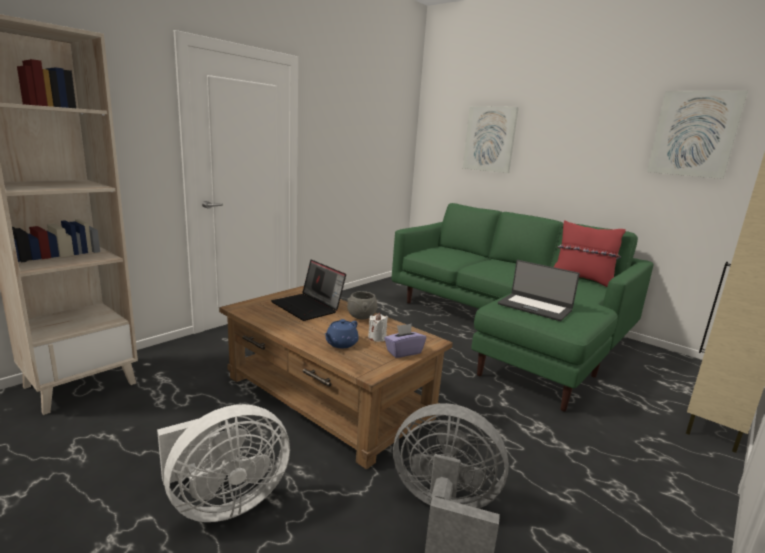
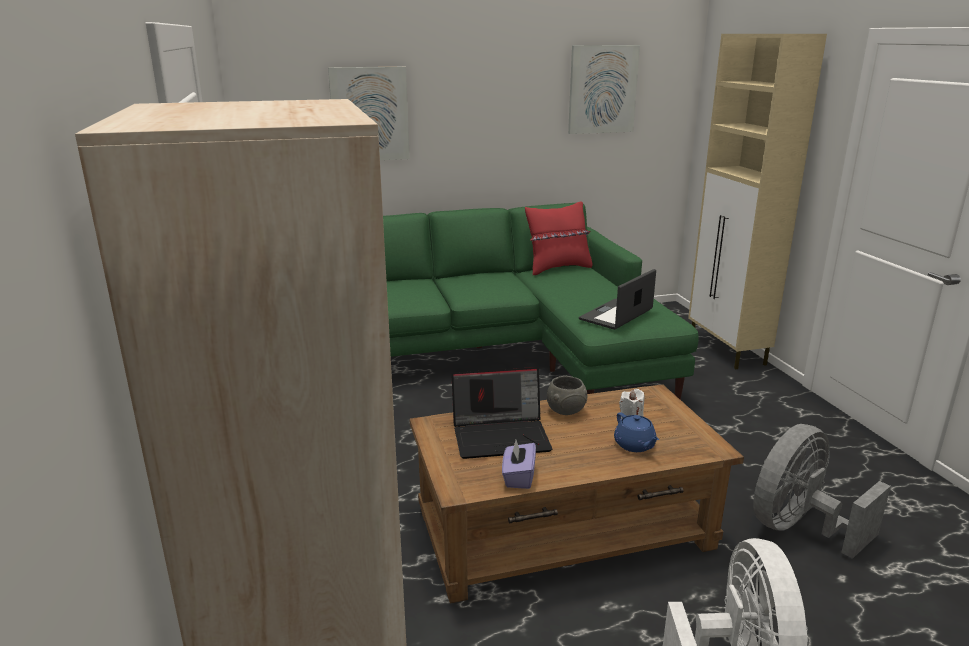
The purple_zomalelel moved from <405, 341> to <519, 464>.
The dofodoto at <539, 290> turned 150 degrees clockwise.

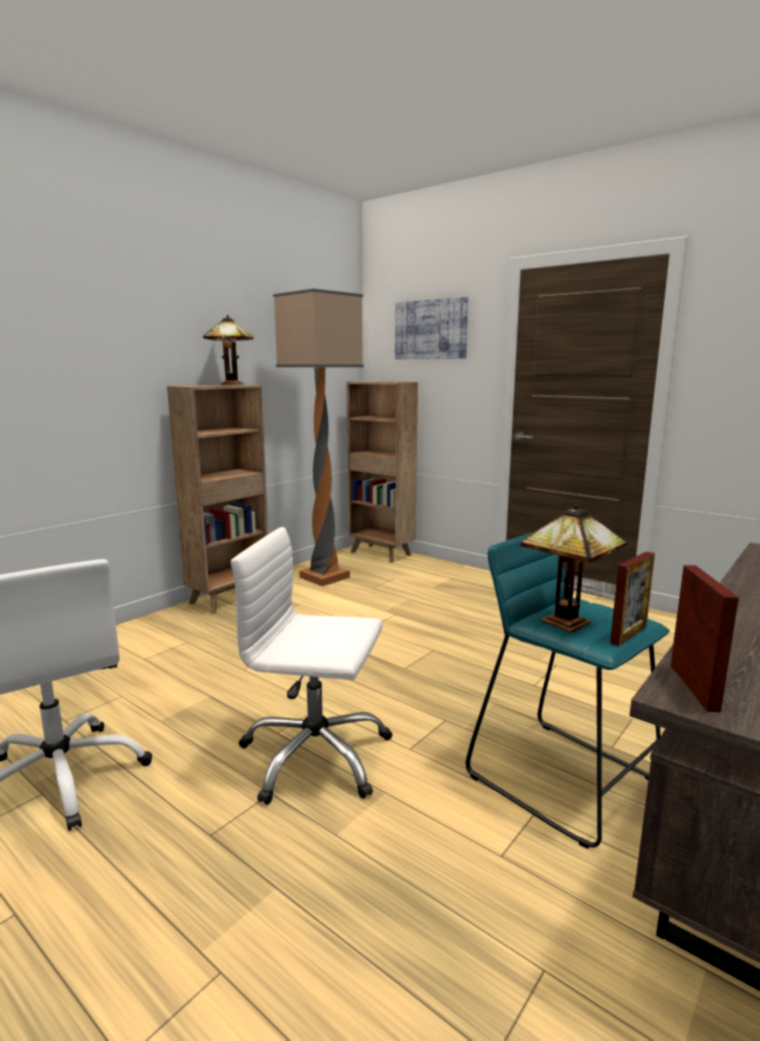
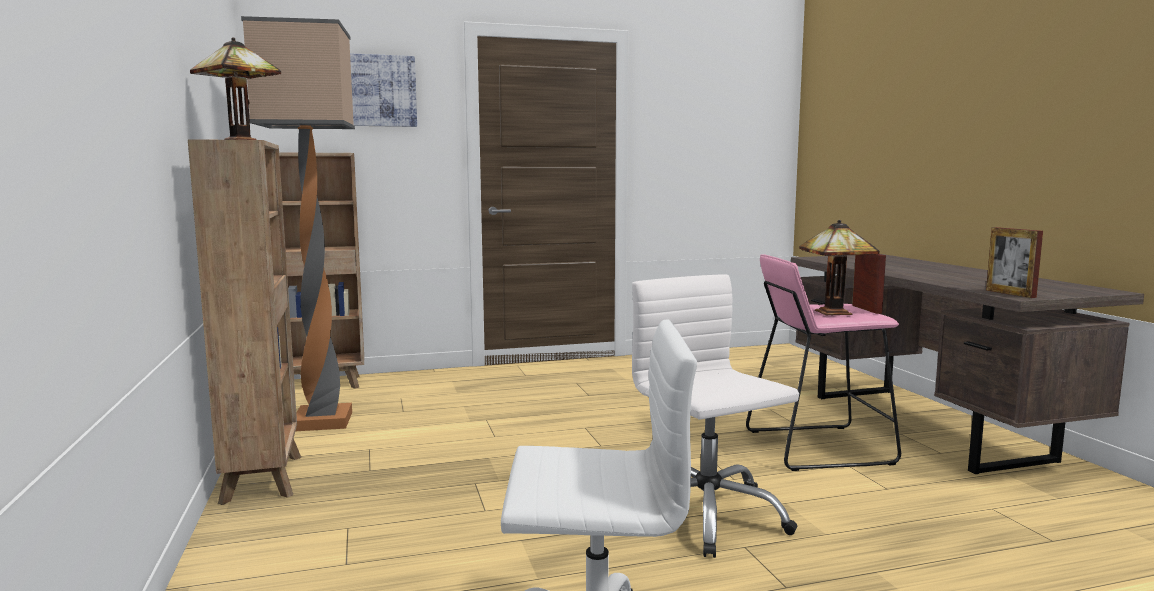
The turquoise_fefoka at <568, 690> became the pink_fefoka at <823, 362>.
The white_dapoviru at <312, 666> turned 105 degrees clockwise.
The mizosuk at <704, 638> turned 150 degrees counterclockwise.

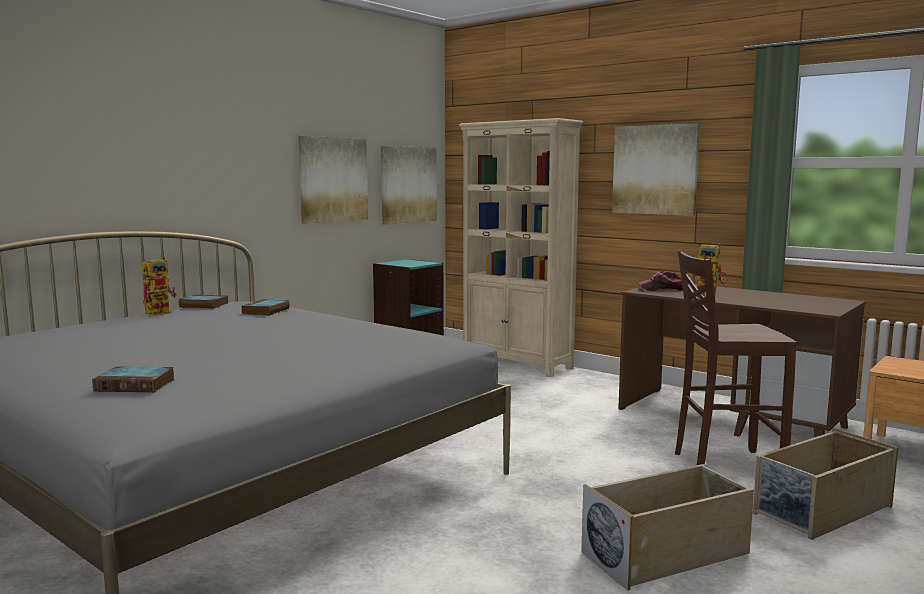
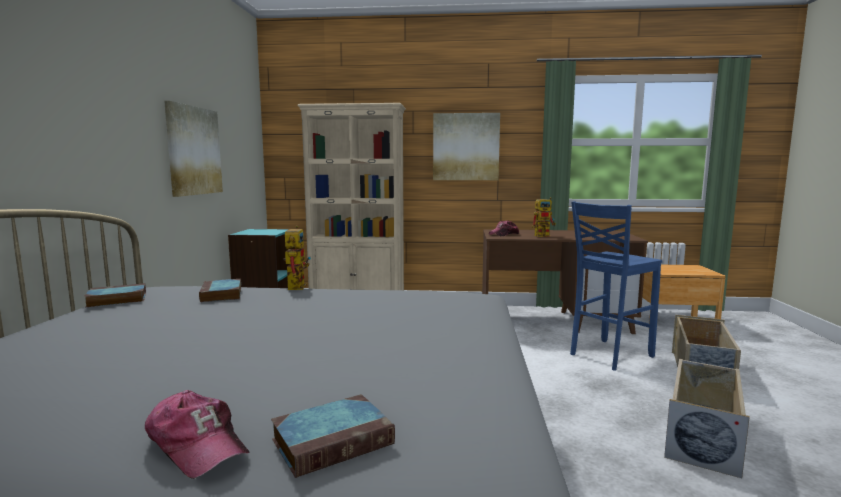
The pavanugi at <409, 185> disappeared.
The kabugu at <197, 434> appeared.
The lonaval moved from <159, 286> to <297, 257>.
The brown_fefoka at <736, 357> became the blue_fefoka at <616, 286>.

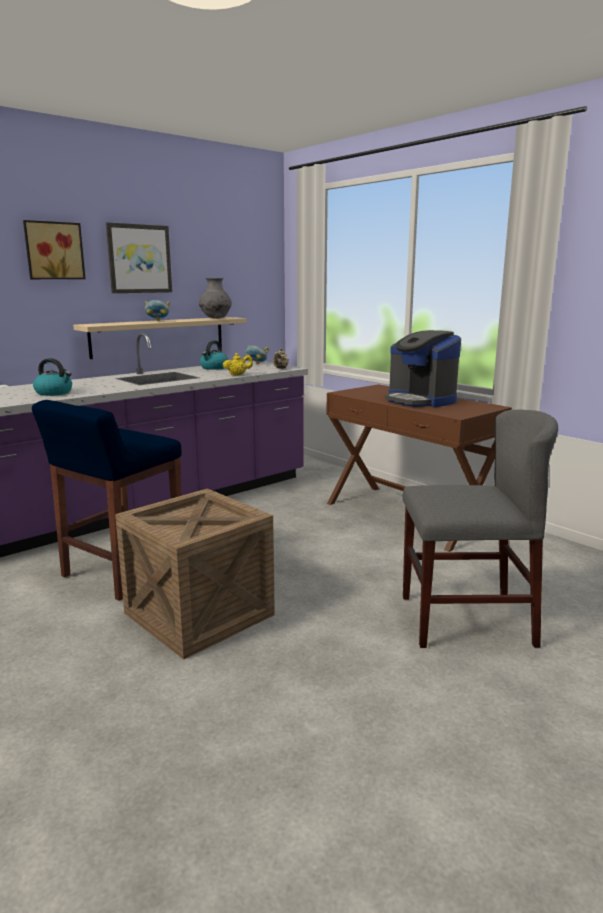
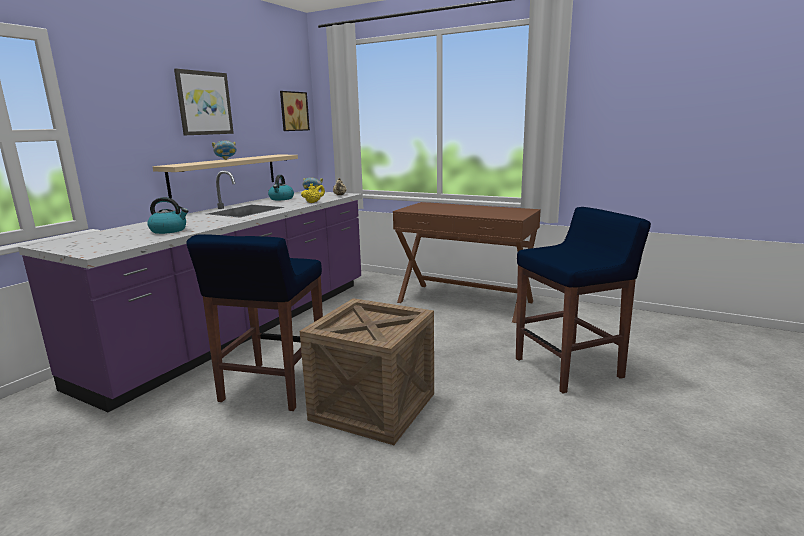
The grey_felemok at <215, 298> disappeared.
The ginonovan at <423, 368> disappeared.
The pavanugi moved from <54, 249> to <295, 111>.
The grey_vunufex at <480, 529> was replaced by the blue_fefoka at <583, 300>.

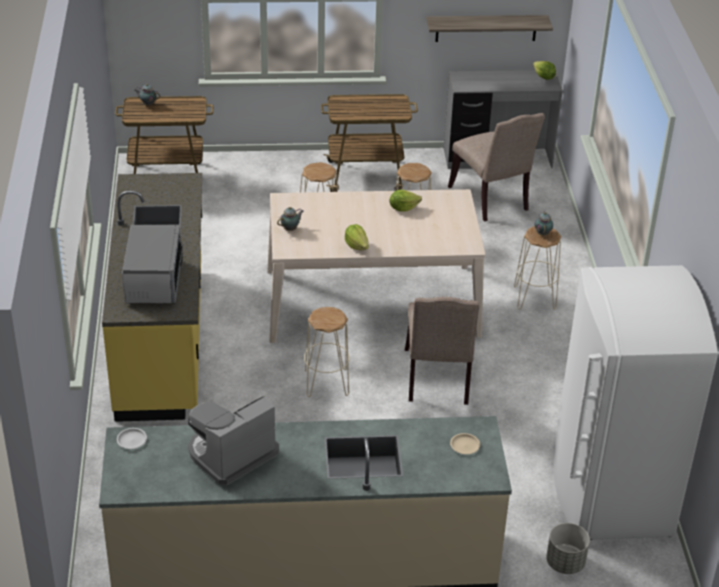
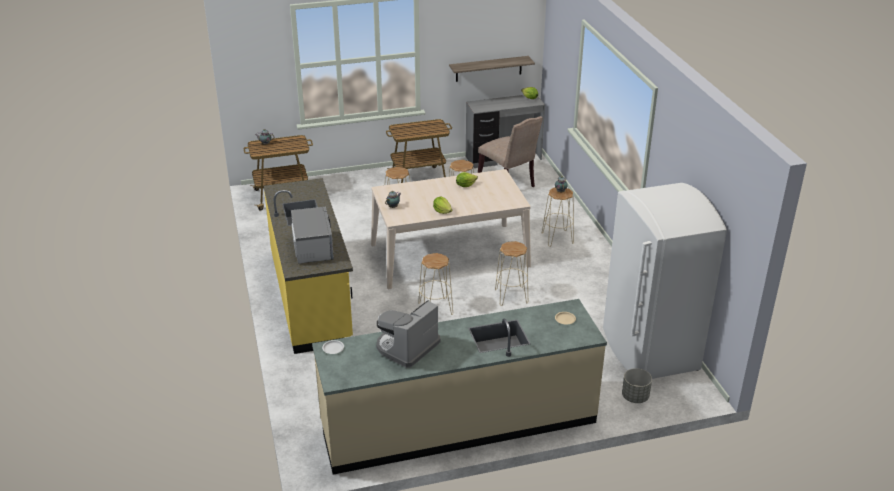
The beige_vunufex at <442, 351> was replaced by the beige_fefoka at <511, 273>.

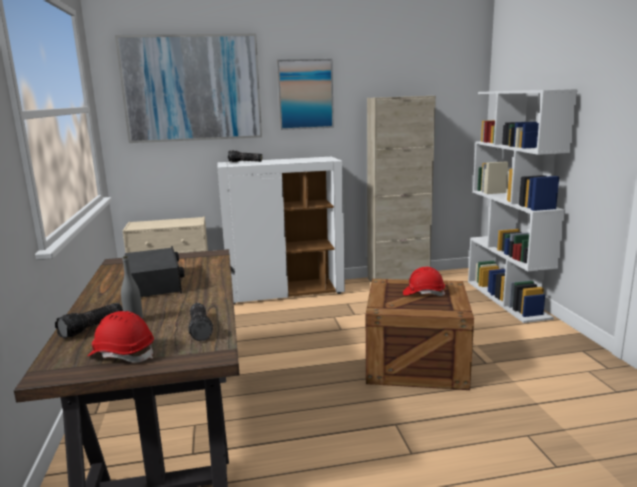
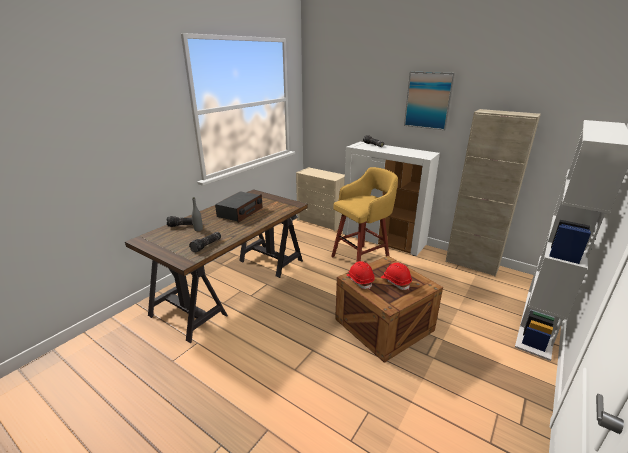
The pavanugi at <188, 88> disappeared.
The yellow_fefoka at <364, 214> appeared.
The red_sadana moved from <120, 337> to <361, 275>.

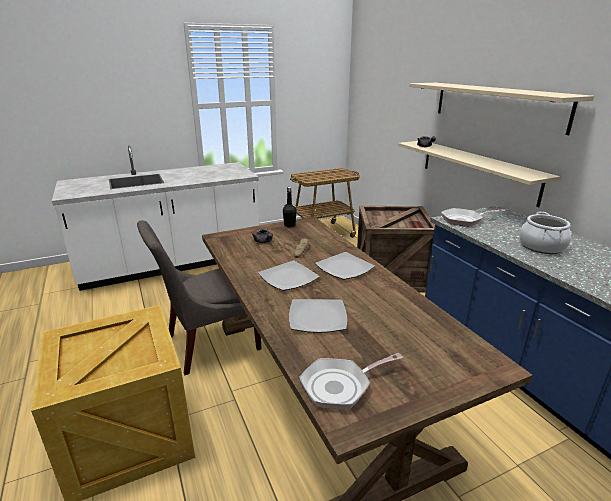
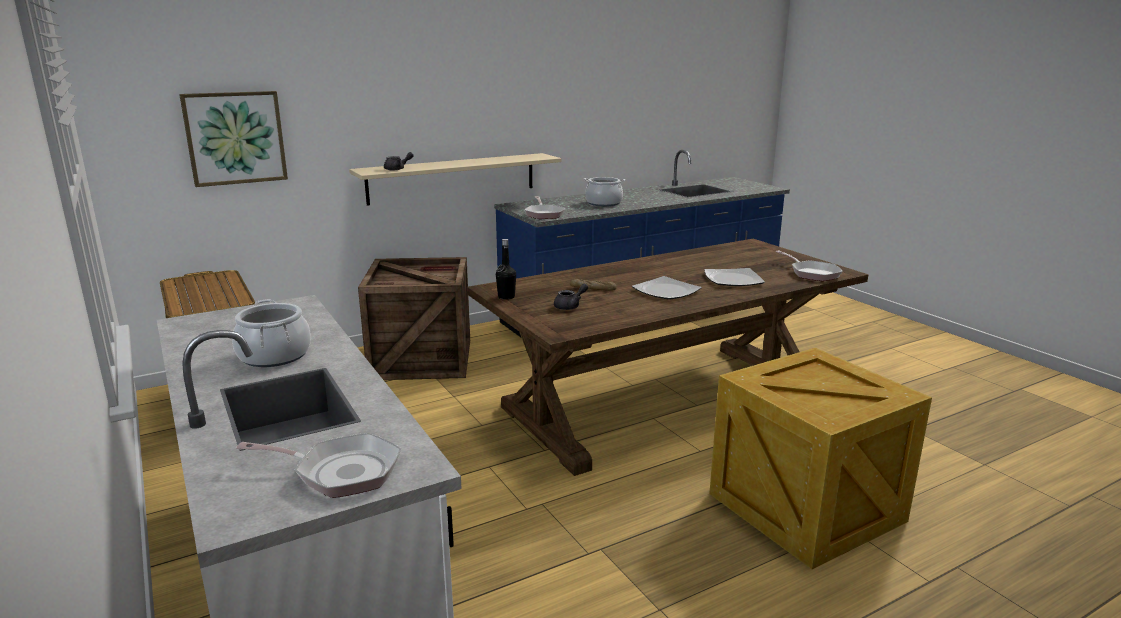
The grey_vunufex at <199, 297> disappeared.
The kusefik at <345, 266> disappeared.
The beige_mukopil at <501, 109> disappeared.
The pavanugi at <233, 139> appeared.
The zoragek at <271, 333> appeared.
The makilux at <318, 465> appeared.

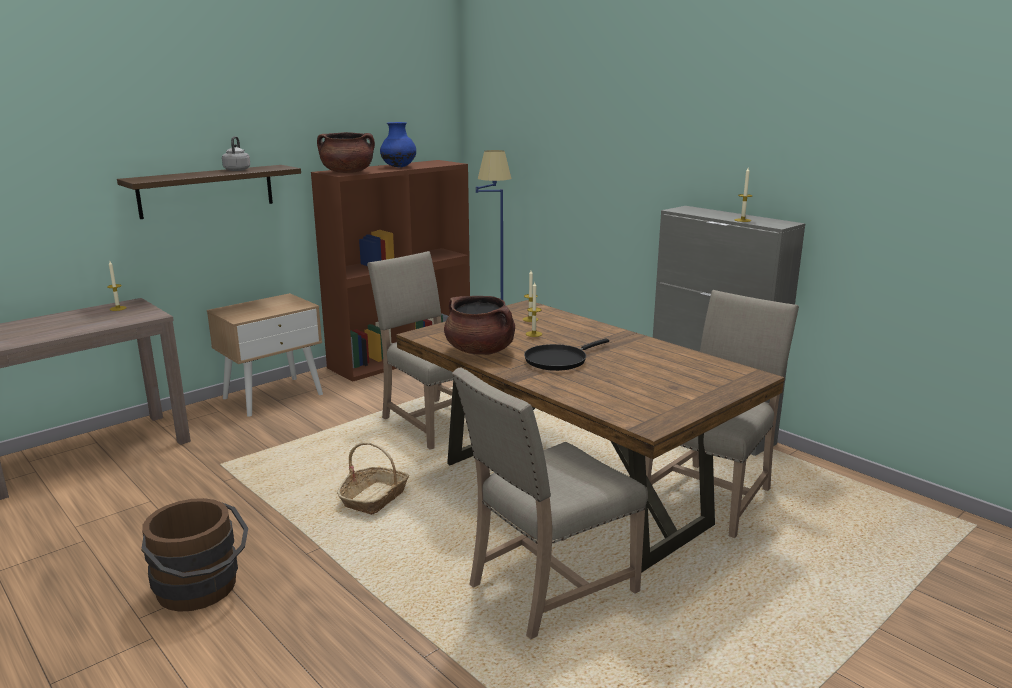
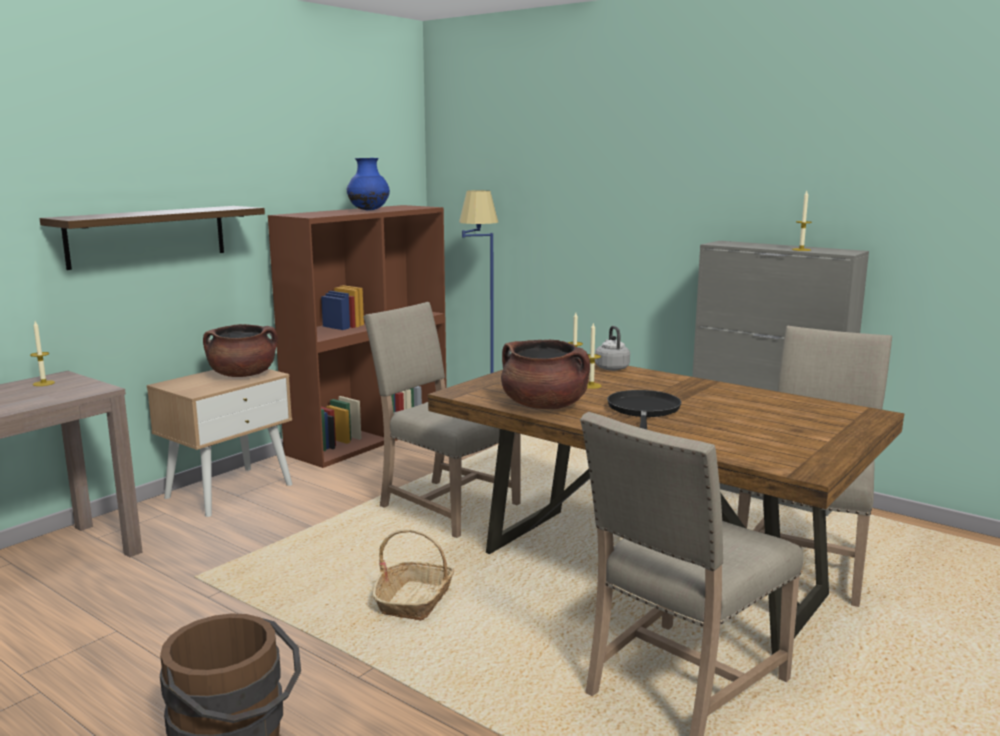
The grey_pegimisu moved from <236, 153> to <612, 348>.
The brown_zoragek moved from <346, 152> to <240, 350>.
The black_makilux at <566, 355> turned 150 degrees clockwise.

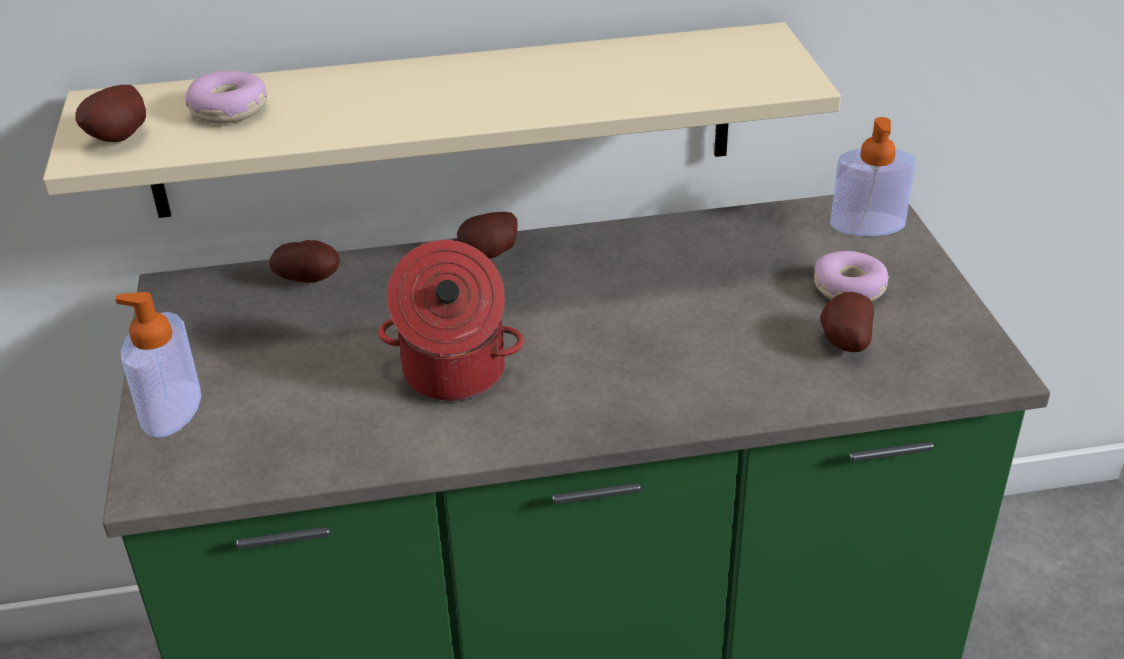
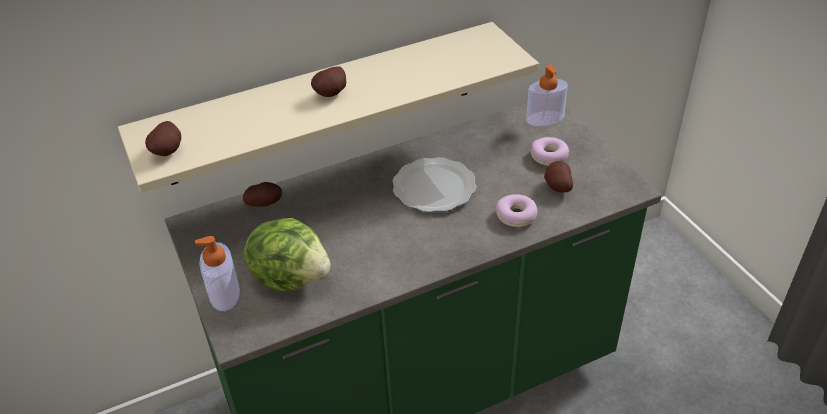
The zoragek at <451, 320> disappeared.
The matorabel at <287, 255> appeared.
The kusefik at <434, 184> appeared.
The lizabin moved from <226, 97> to <516, 210>.
The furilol moved from <487, 235> to <328, 82>.

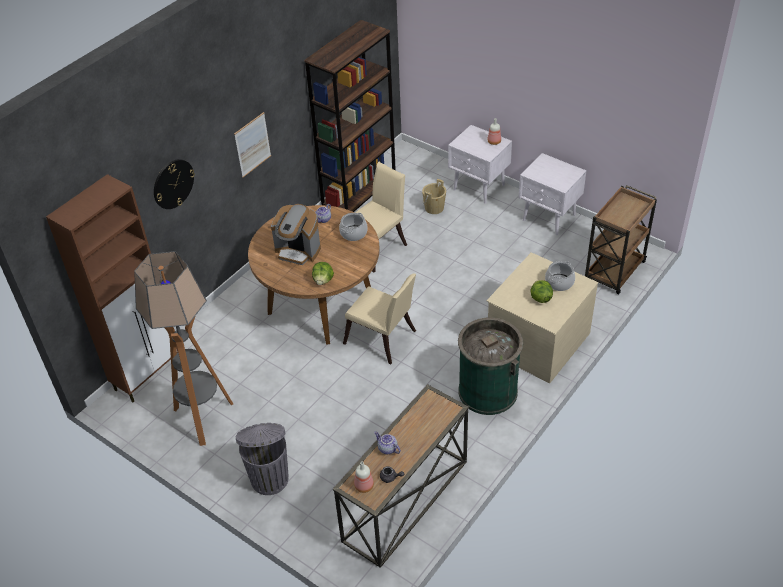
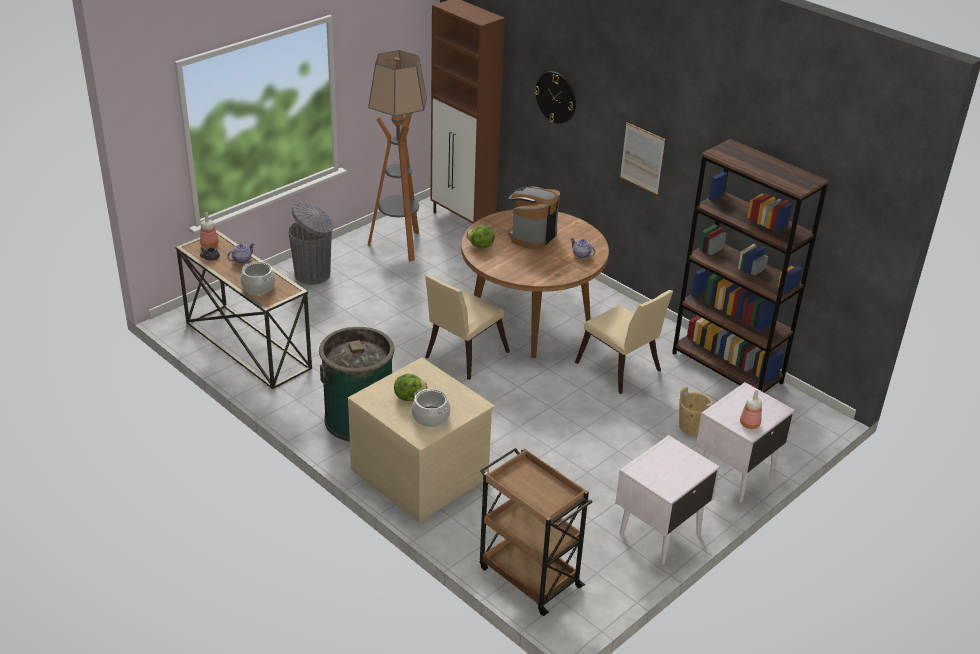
The zoragek moved from <353, 227> to <257, 278>.

